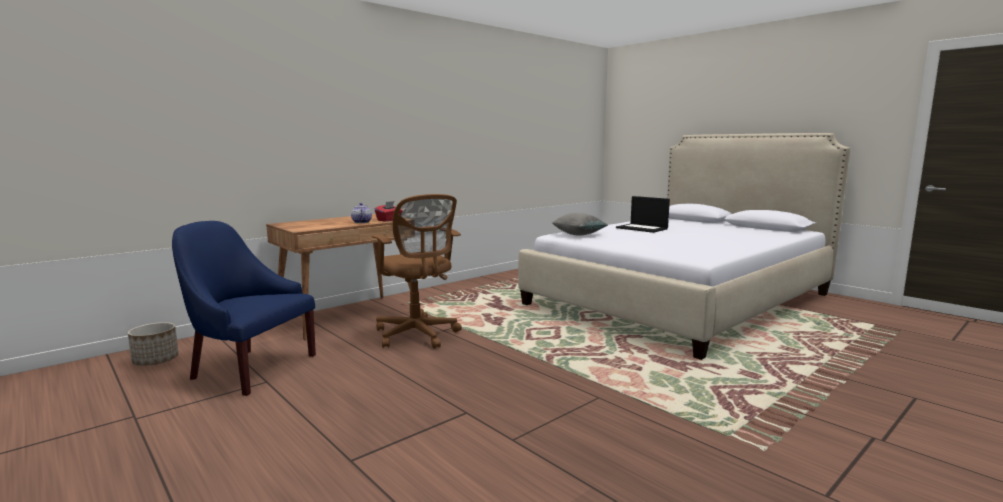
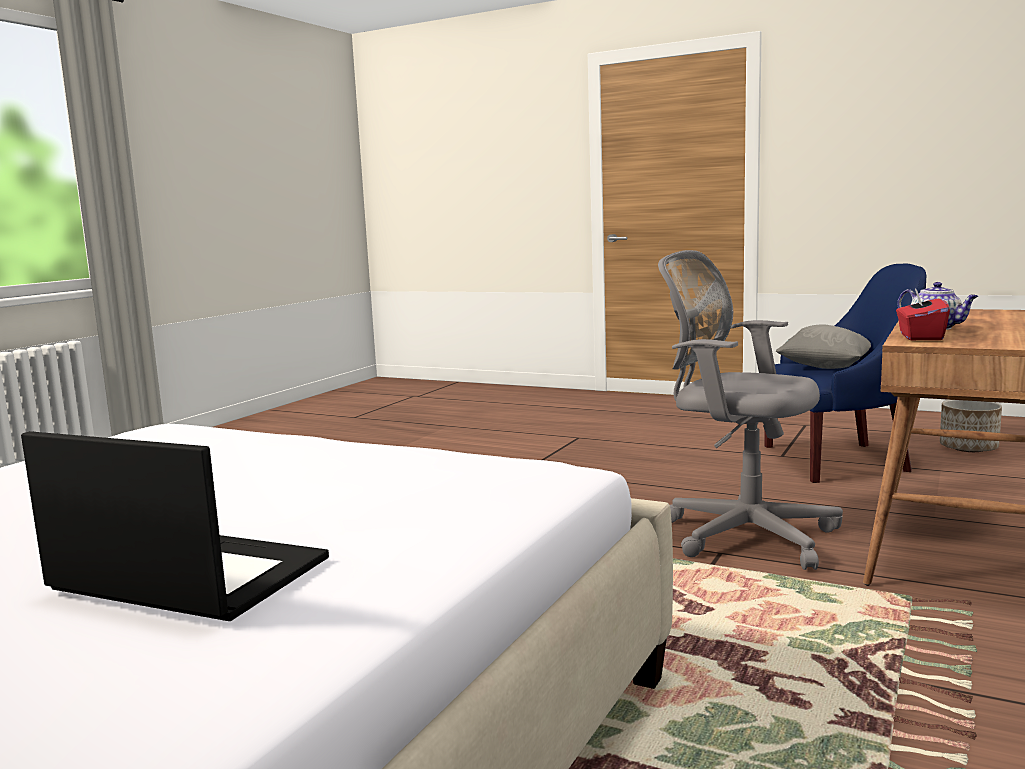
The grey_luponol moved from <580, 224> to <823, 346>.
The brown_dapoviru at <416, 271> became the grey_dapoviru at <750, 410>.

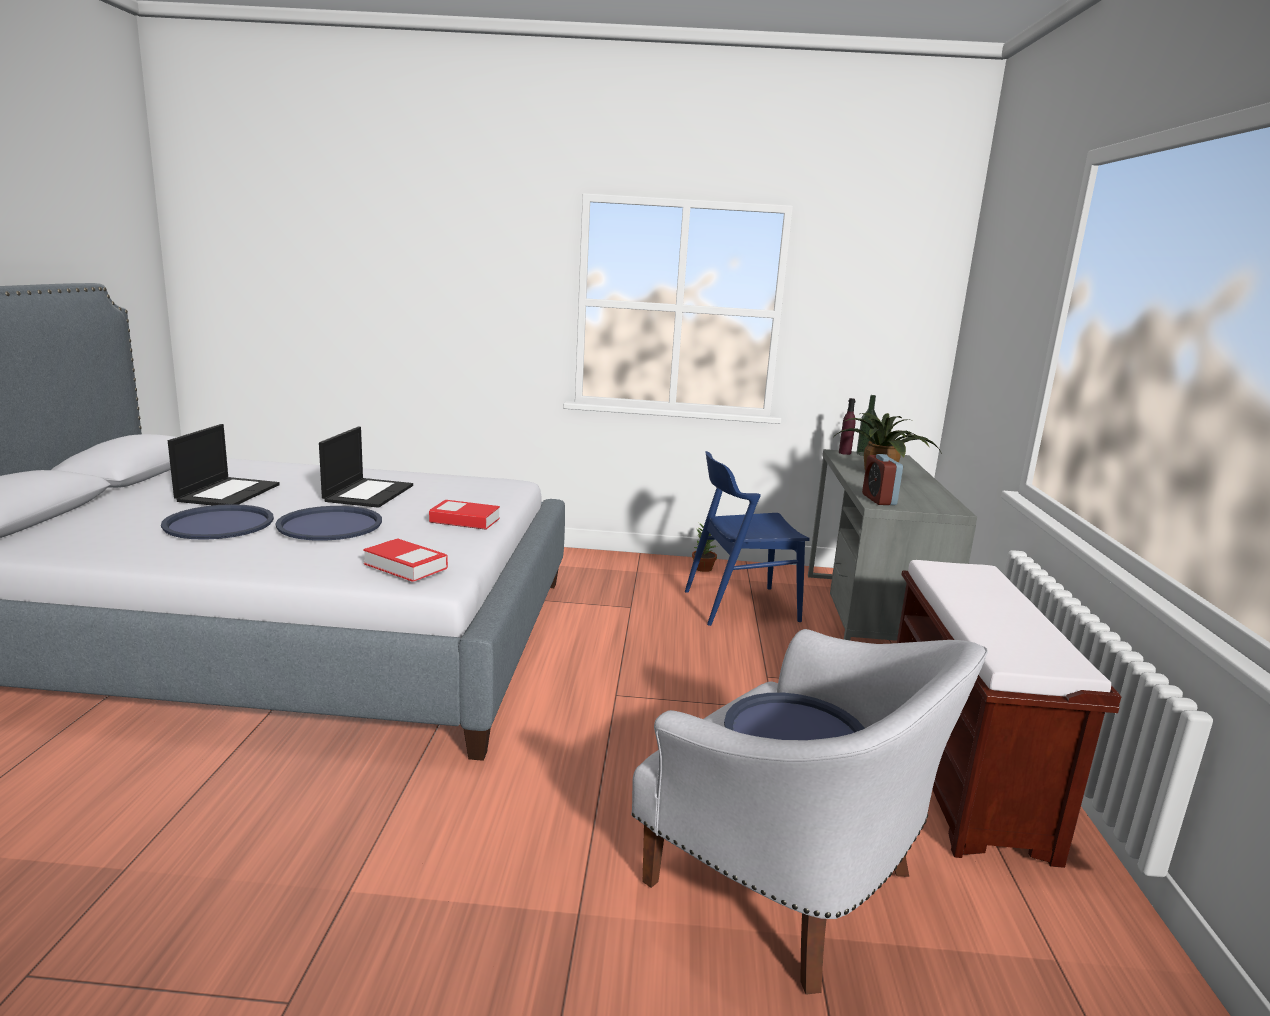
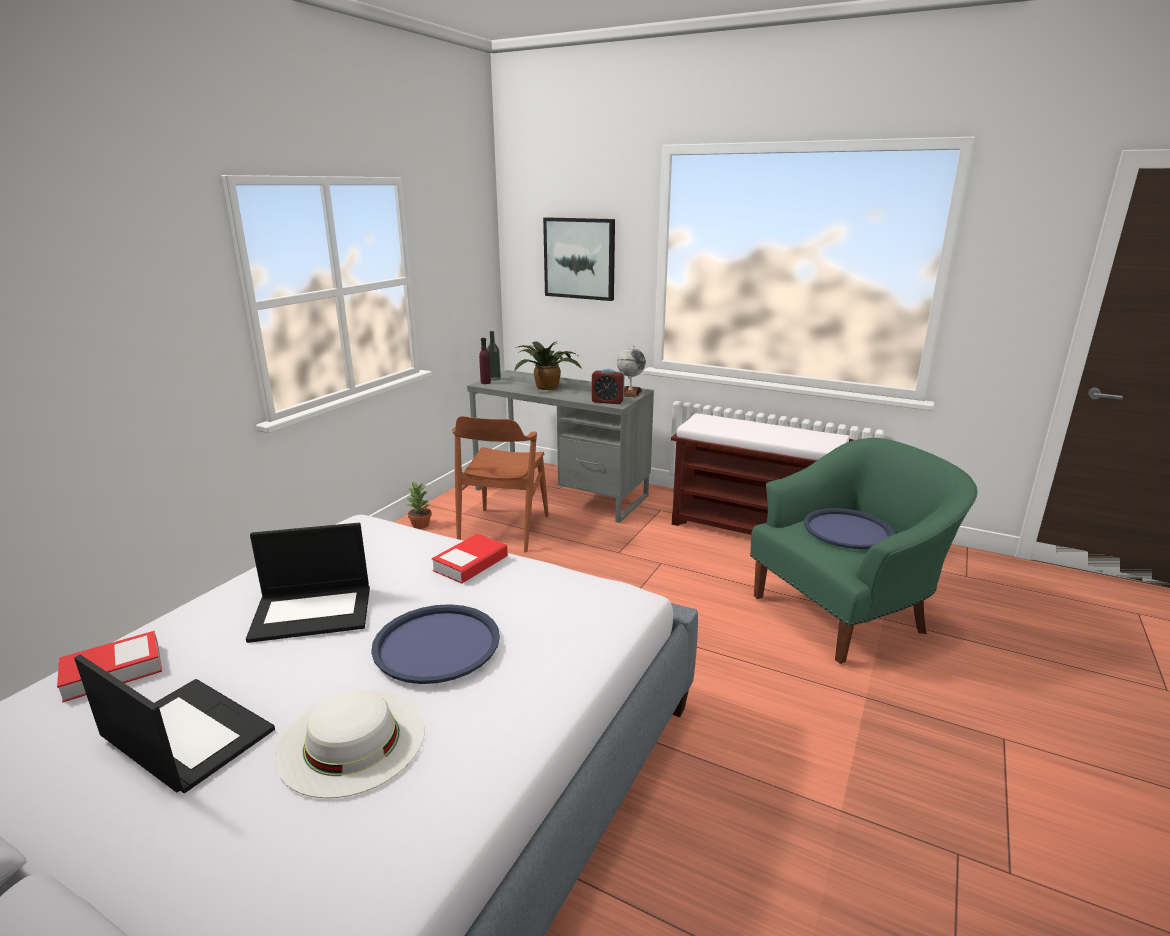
The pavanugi at <579, 259> appeared.
The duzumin at <631, 371> appeared.
The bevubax moved from <405, 560> to <109, 666>.
The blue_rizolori at <217, 522> was replaced by the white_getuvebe at <350, 744>.
The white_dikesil at <809, 812> became the green_dikesil at <864, 551>.
The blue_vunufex at <747, 538> became the brown_vunufex at <500, 484>.
The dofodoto at <366, 467> turned 135 degrees clockwise.

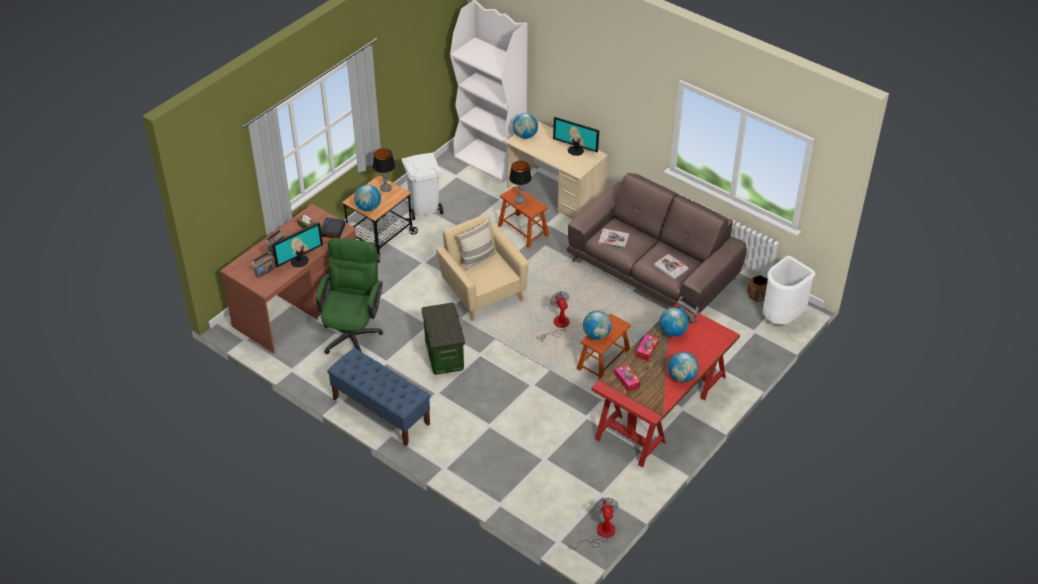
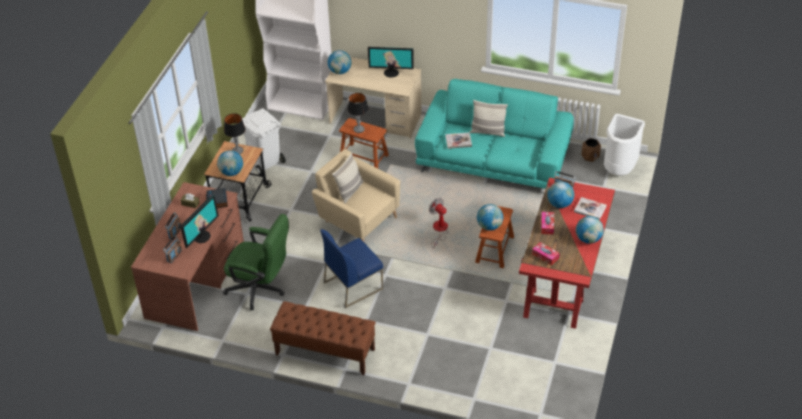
The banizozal at <596, 524> disappeared.
The luponol at <489, 118> appeared.
The bevubax moved from <671, 266> to <590, 208>.
The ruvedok at <443, 339> was replaced by the blue_vunufex at <352, 268>.
The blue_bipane at <379, 397> became the brown_bipane at <323, 338>.
The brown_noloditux at <656, 243> became the turquoise_noloditux at <494, 134>.
The green_dapoviru at <349, 296> turned 120 degrees clockwise.

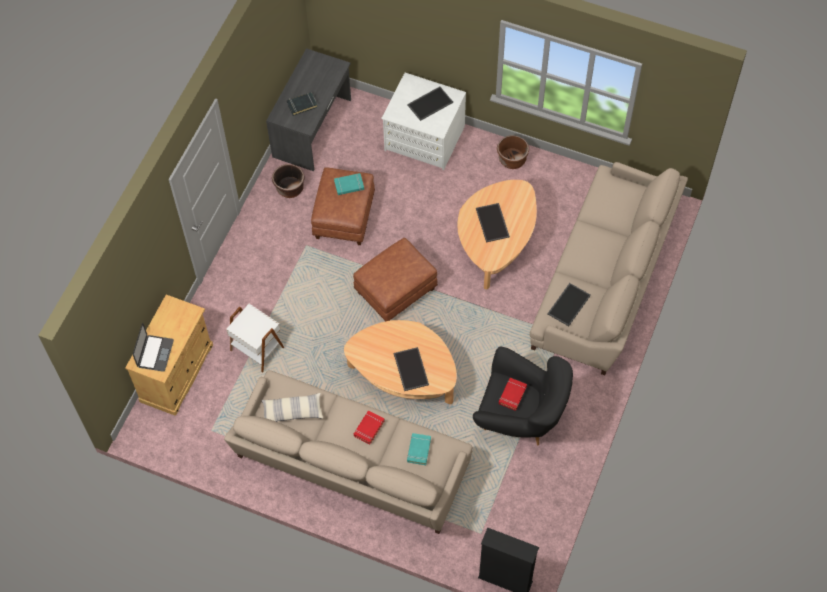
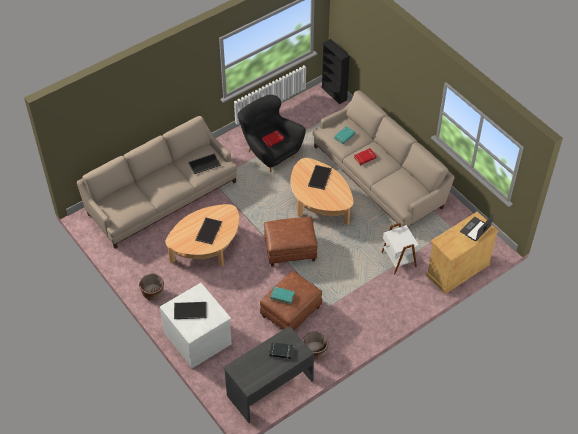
The luponol at <292, 407> disappeared.

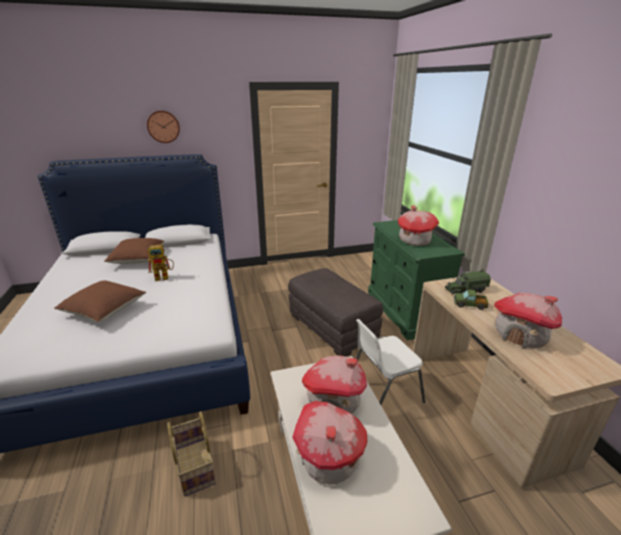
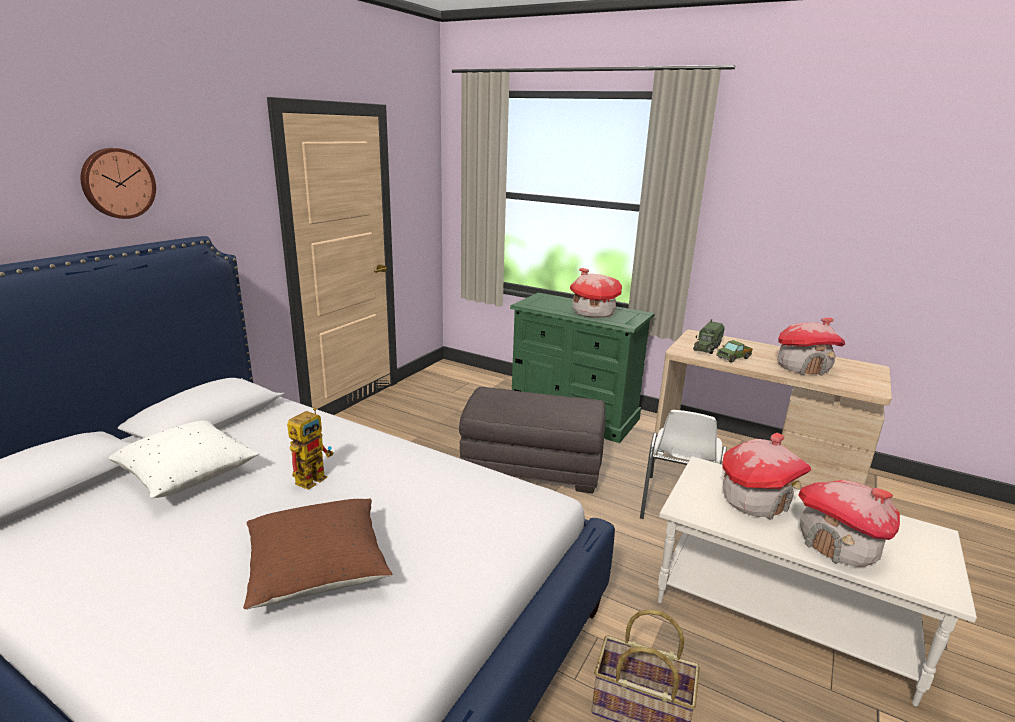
The brown_luponol at <134, 251> became the white_luponol at <184, 459>.

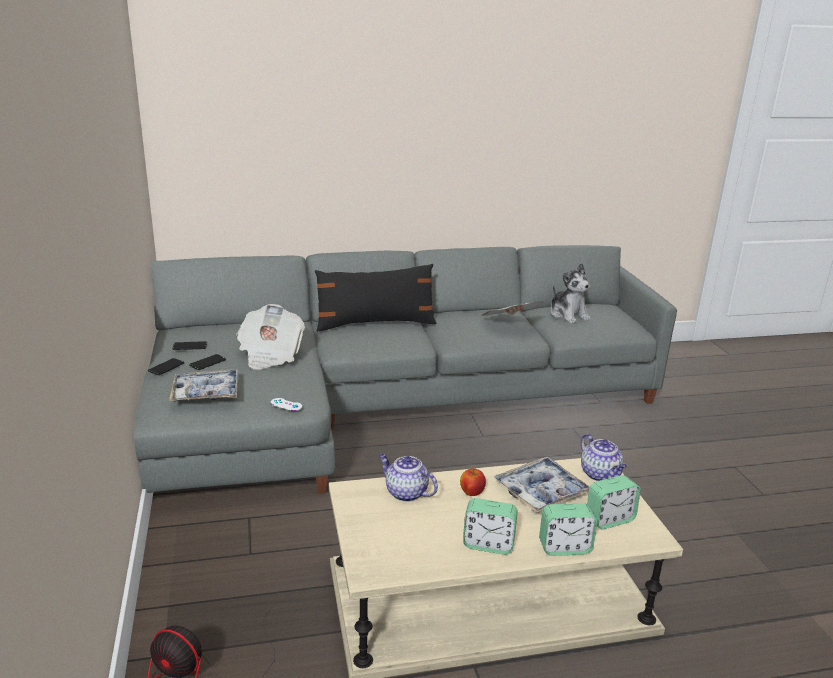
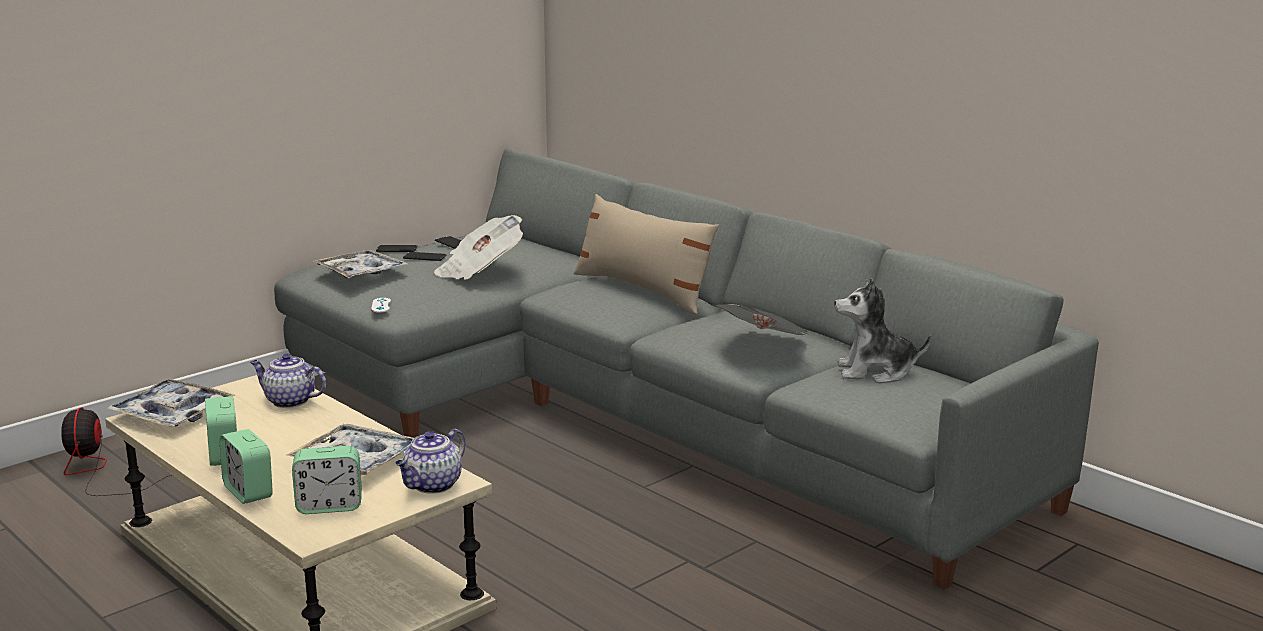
The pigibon at <473, 482> disappeared.
The rizolori at <171, 402> appeared.
The black_luponol at <375, 298> became the beige_luponol at <646, 254>.
The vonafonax at <408, 478> turned 75 degrees counterclockwise.
The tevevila at <570, 293> turned 60 degrees clockwise.
The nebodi at <614, 502> turned 45 degrees counterclockwise.

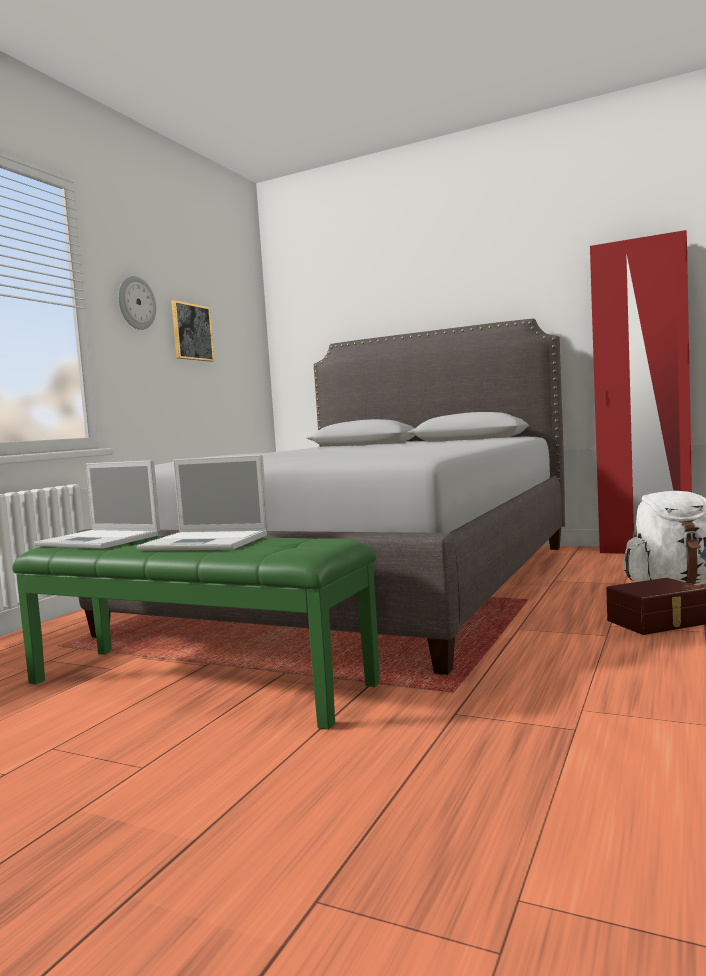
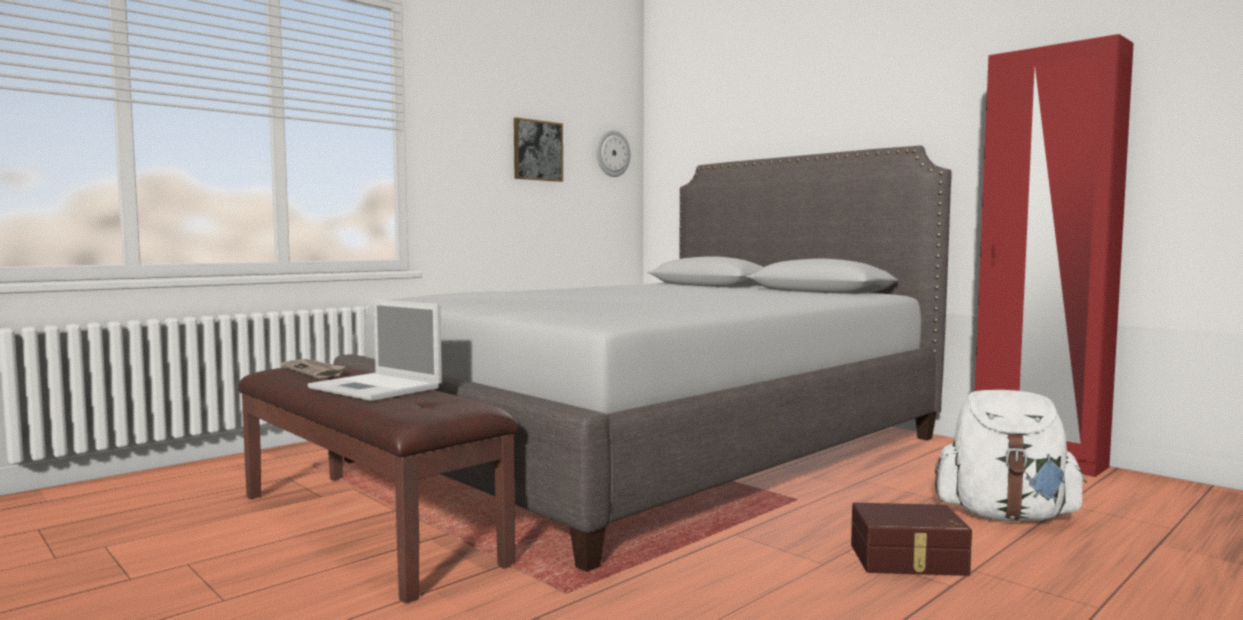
The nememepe moved from <137, 303> to <613, 153>.
The dofodoto at <97, 504> was replaced by the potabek at <314, 368>.
The green_bipane at <196, 633> became the brown_bipane at <378, 484>.

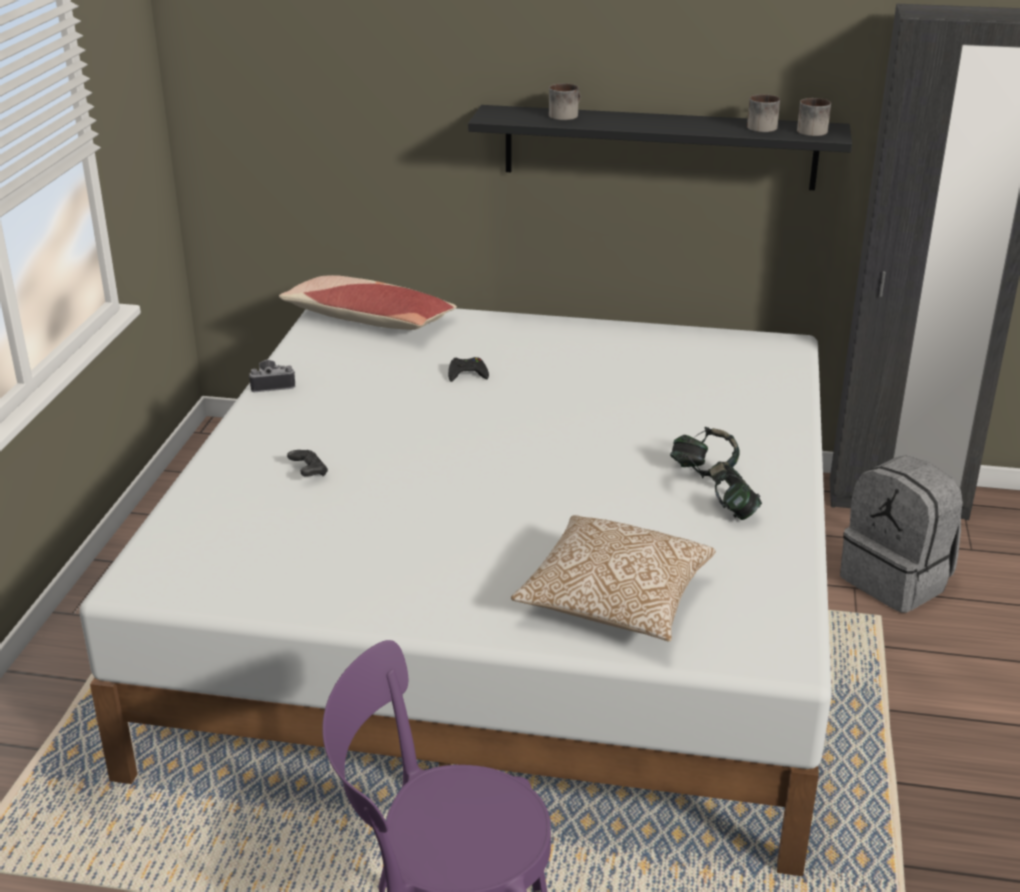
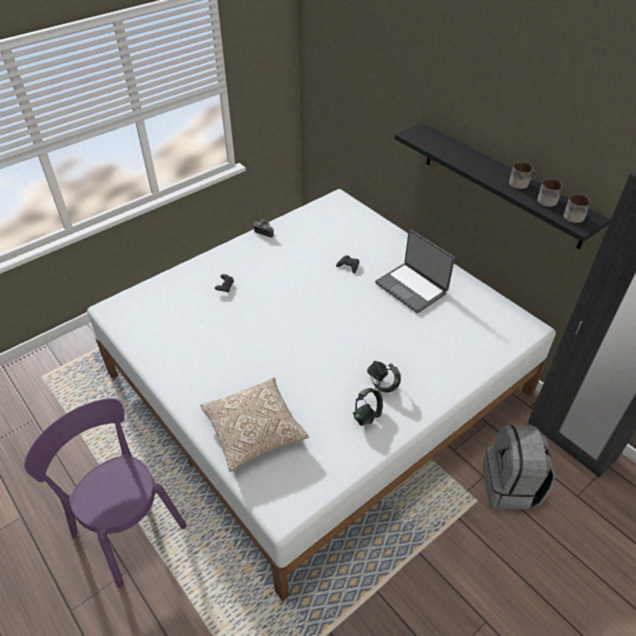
The luponol at <368, 302> disappeared.
The dofodoto at <415, 271> appeared.
The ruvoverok moved from <565, 101> to <523, 175>.

